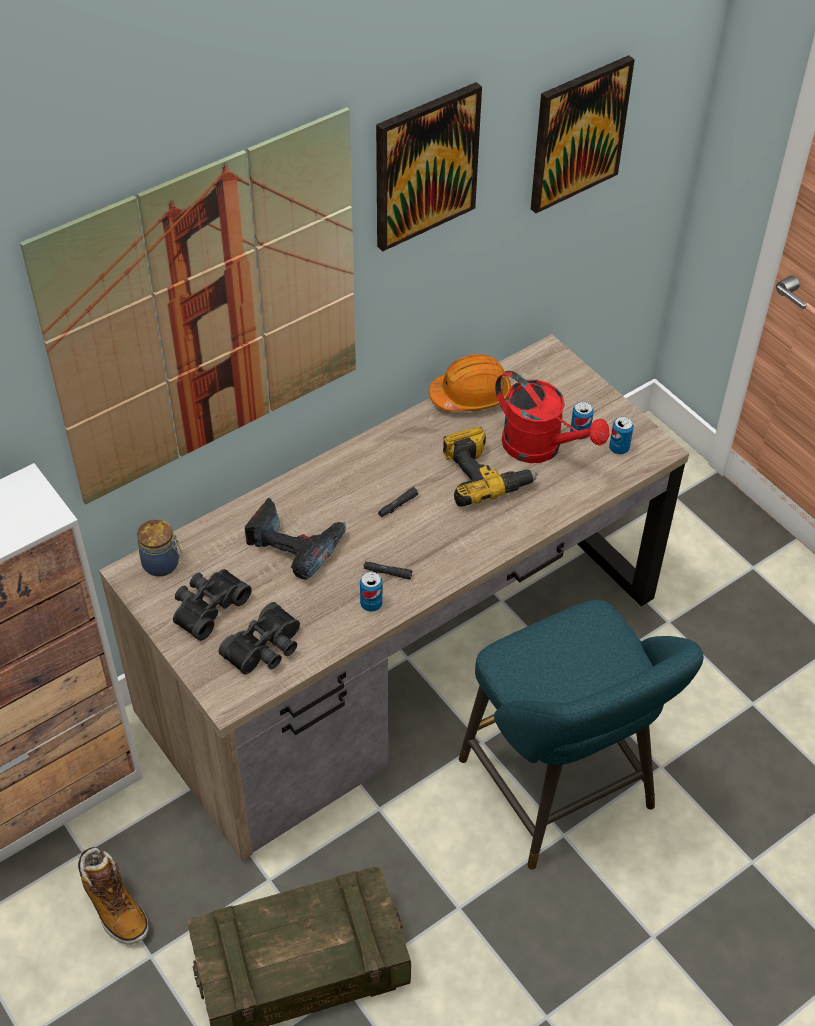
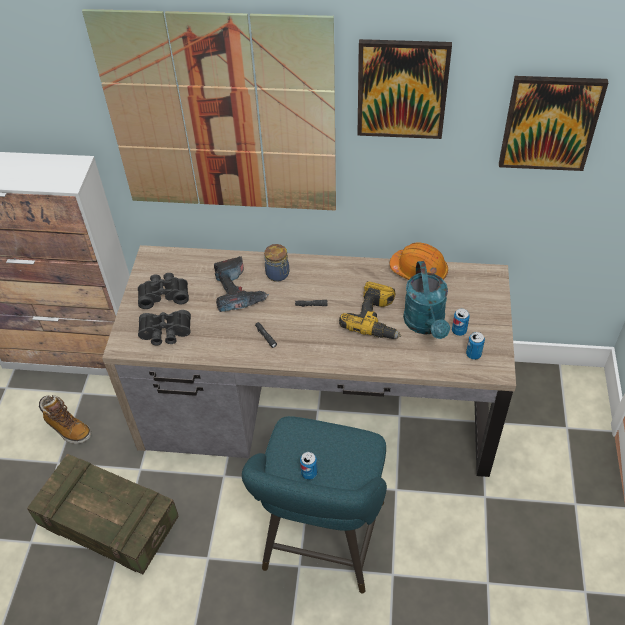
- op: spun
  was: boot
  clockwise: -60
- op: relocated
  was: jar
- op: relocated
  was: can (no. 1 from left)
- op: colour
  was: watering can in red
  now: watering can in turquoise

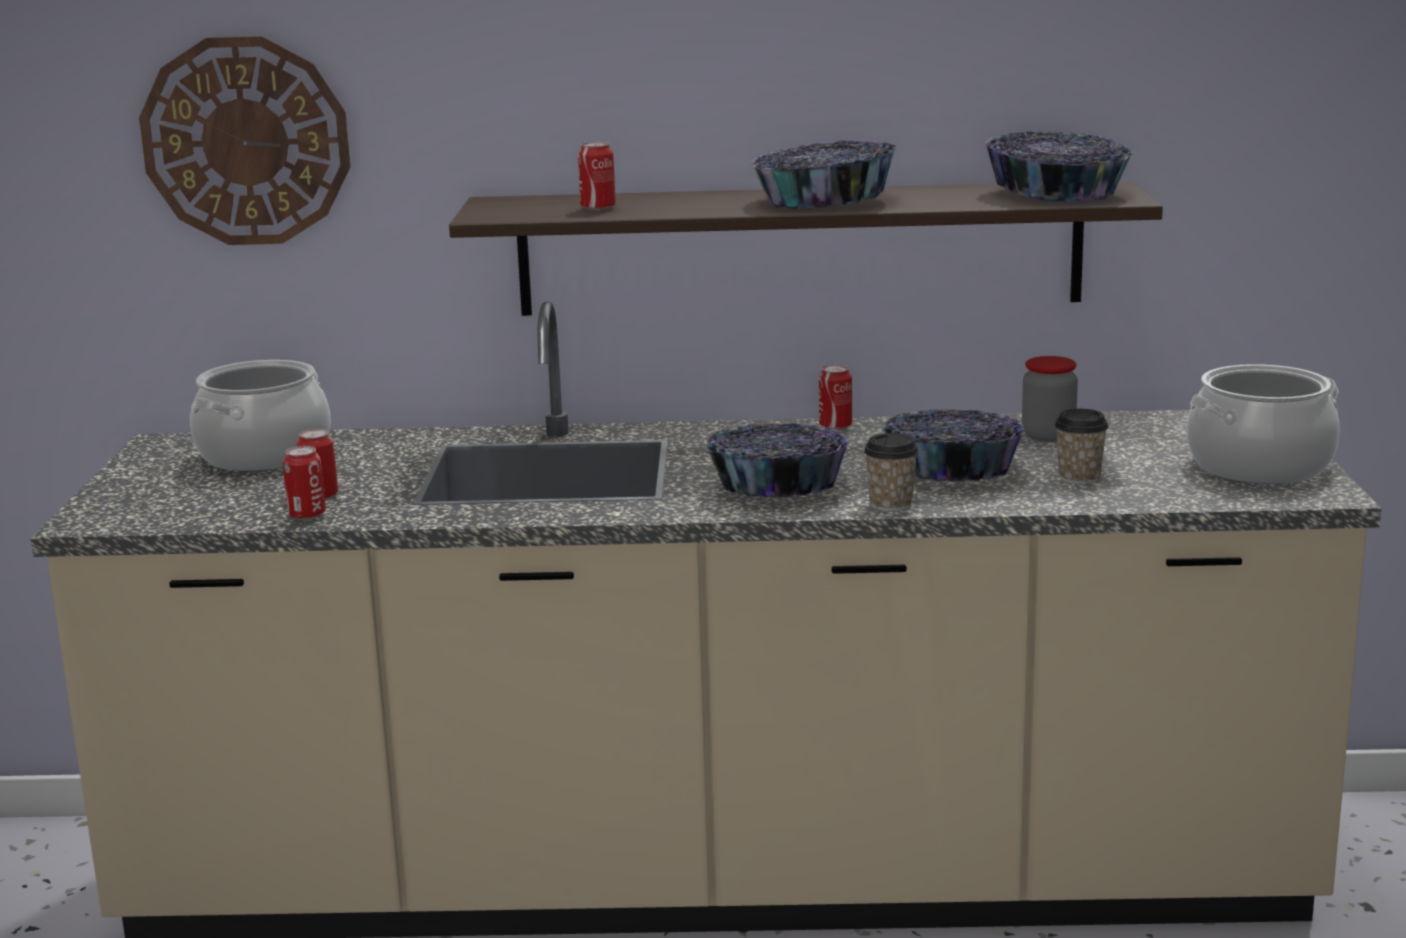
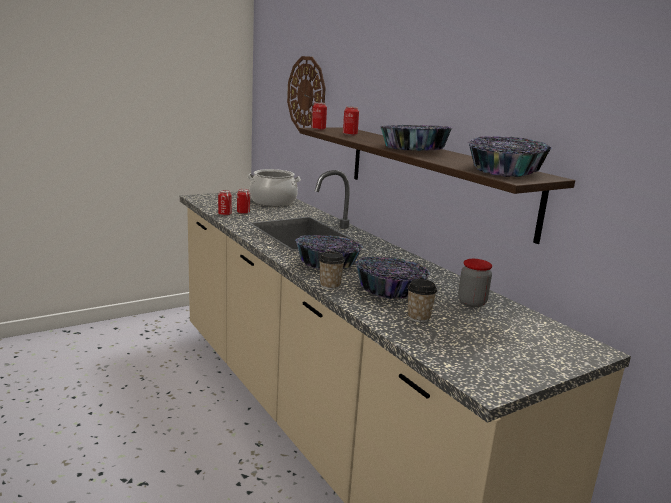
- op: relocated
  was: can (no. 4 from left in the first image)
  now: can (no. 3 from left)
- op: missing
  was: cooking pot (no. 2 from left)

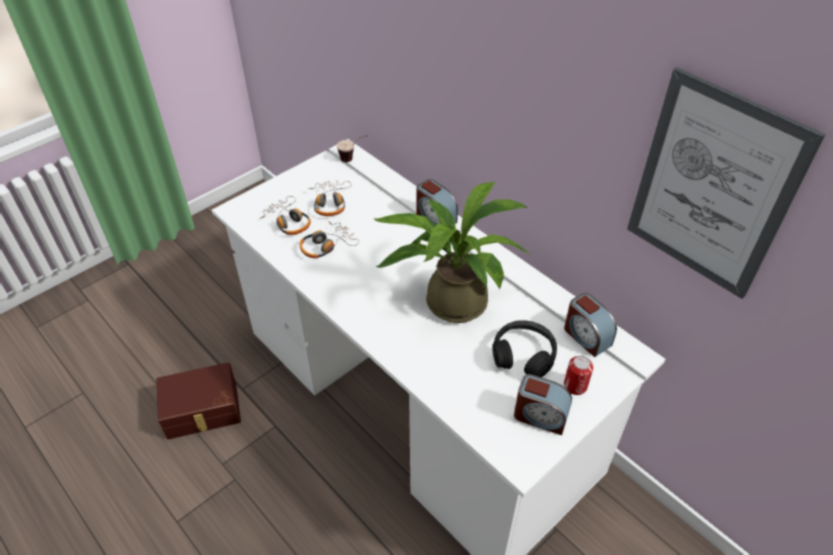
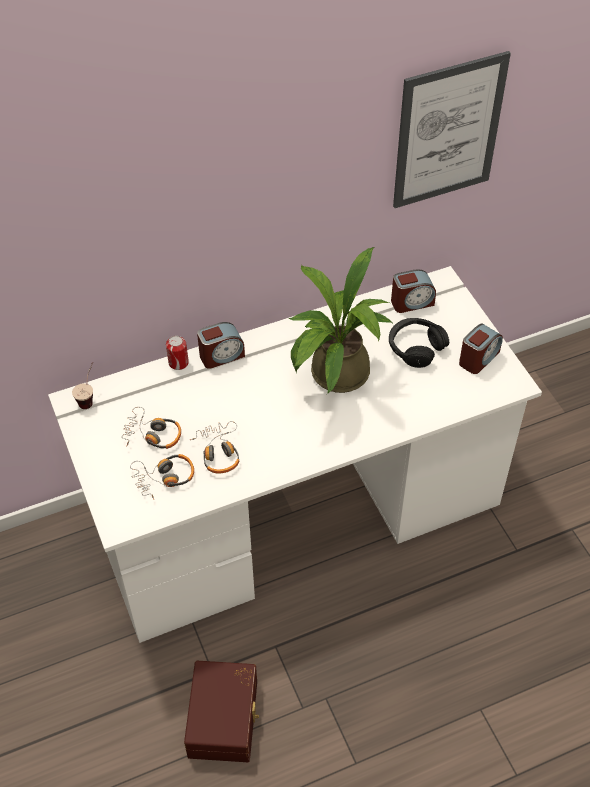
- op: relocated
  was: can

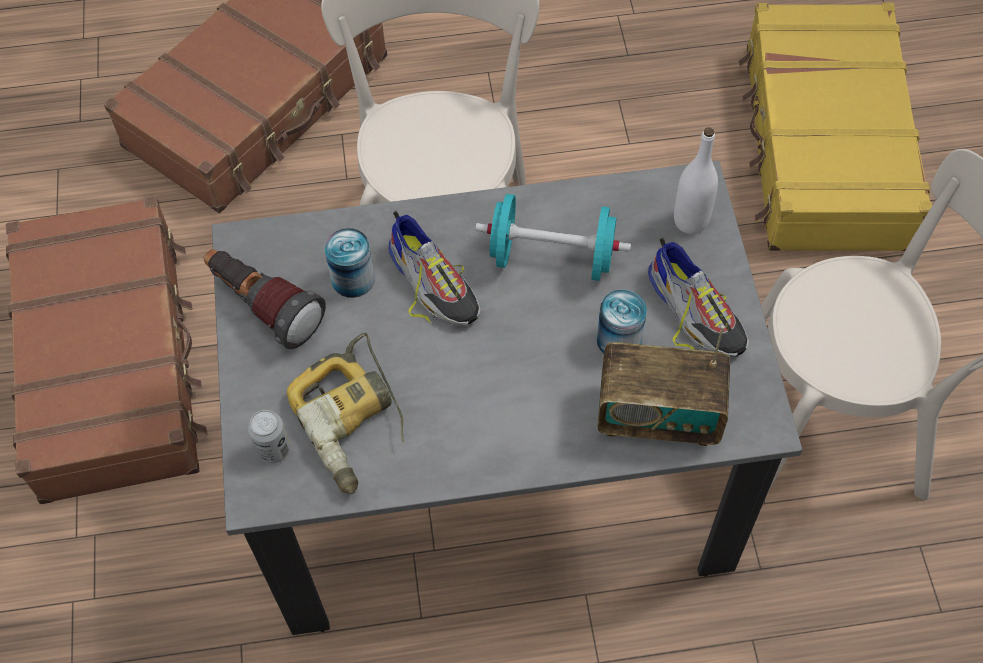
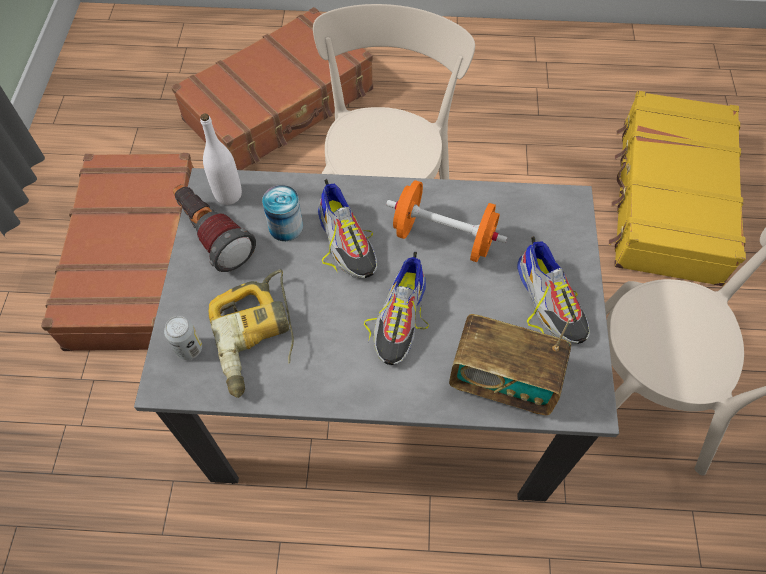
- op: colour
  was: dumbbell in turquoise
  now: dumbbell in orange
- op: missing
  was: can (no. 3 from left)
- op: relocated
  was: bottle in white
- op: appeared
  now: shoe (no. 2 from left)

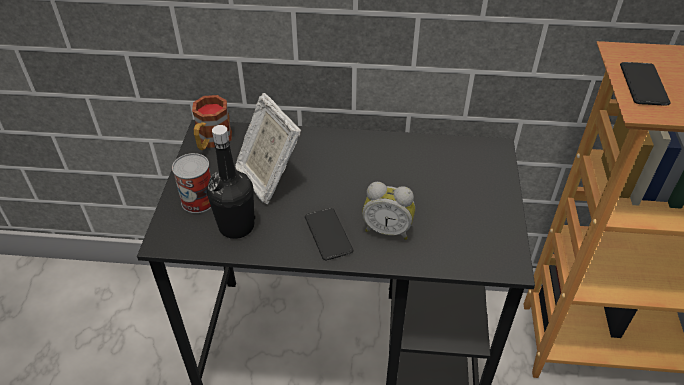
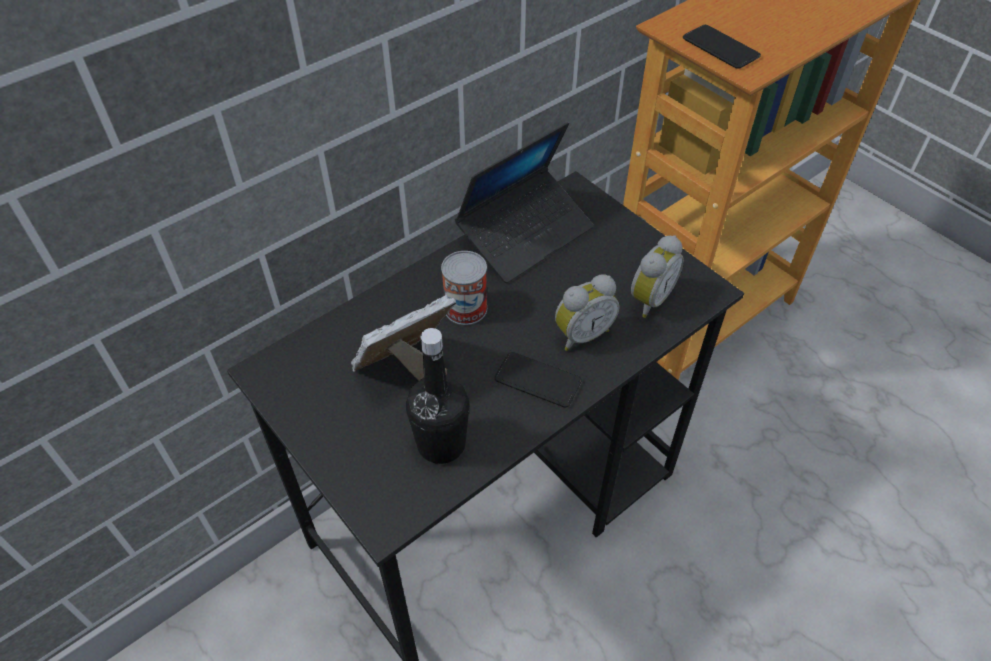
- op: relocated
  was: can
- op: missing
  was: mug
- op: spun
  was: picture frame
  clockwise: 135
- op: appeared
  now: laptop
- op: appeared
  now: alarm clock (no. 2 from left)

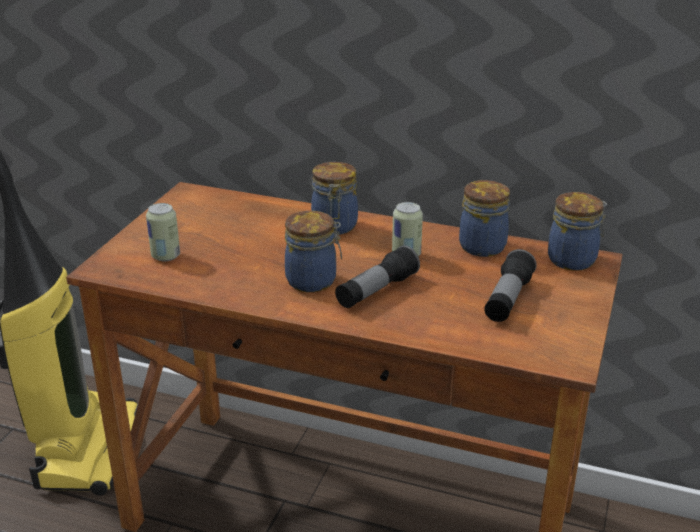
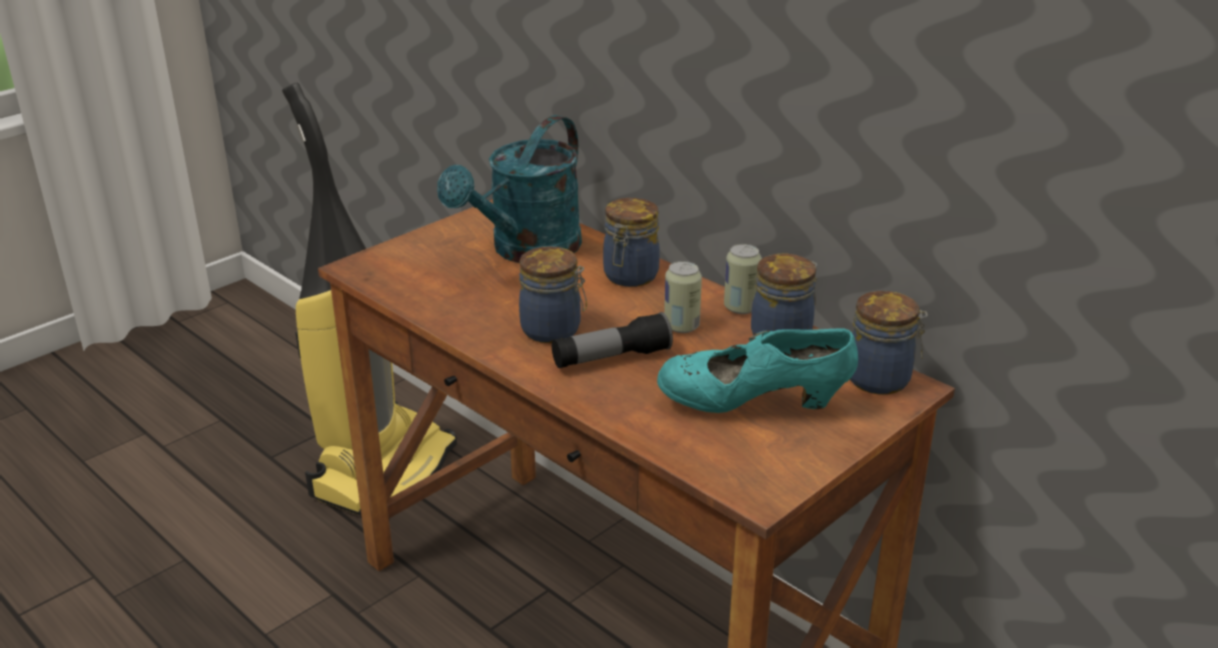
- op: relocated
  was: can (no. 1 from left in the first image)
  now: can (no. 2 from left)
- op: exchanged
  was: flashlight (no. 2 from left)
  now: shoe in turquoise
- op: appeared
  now: watering can in turquoise

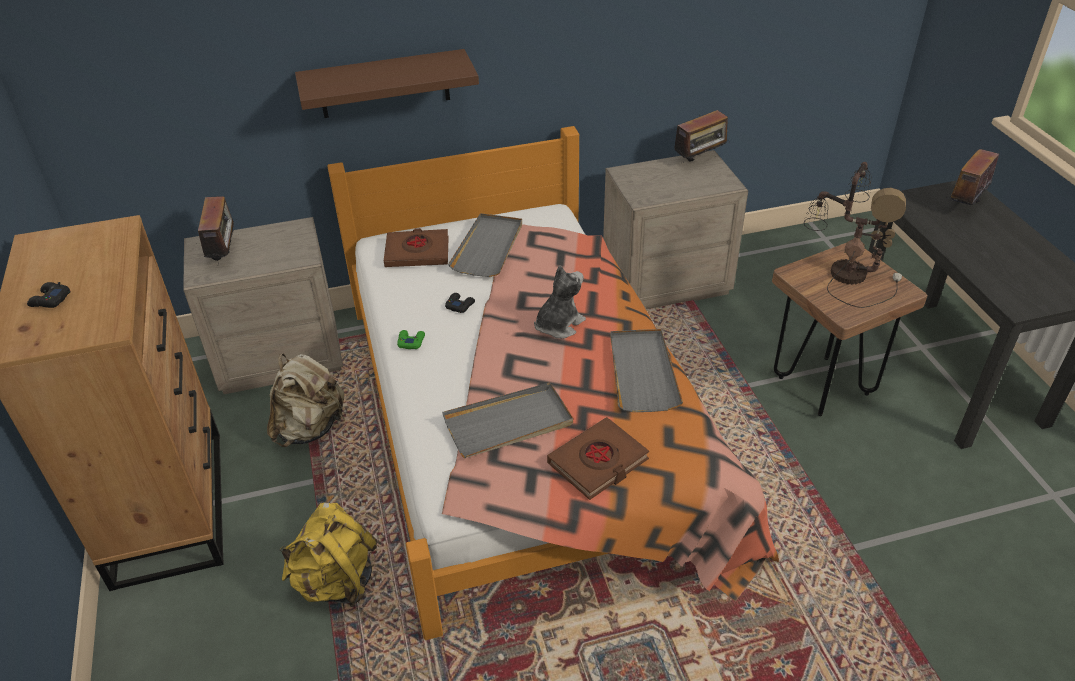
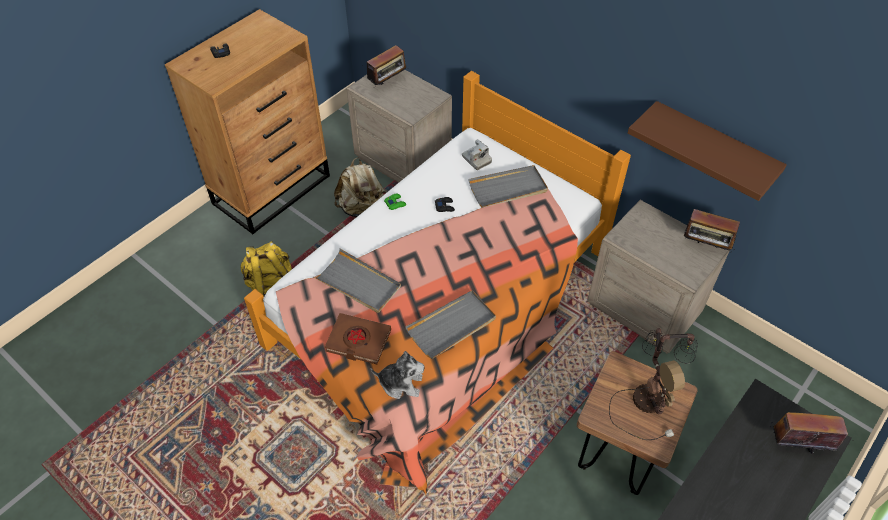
- op: relocated
  was: shelf in brown
- op: exchanged
  was: book in brown (no. 1 from left)
  now: photo camera
- op: relocated
  was: plush toy

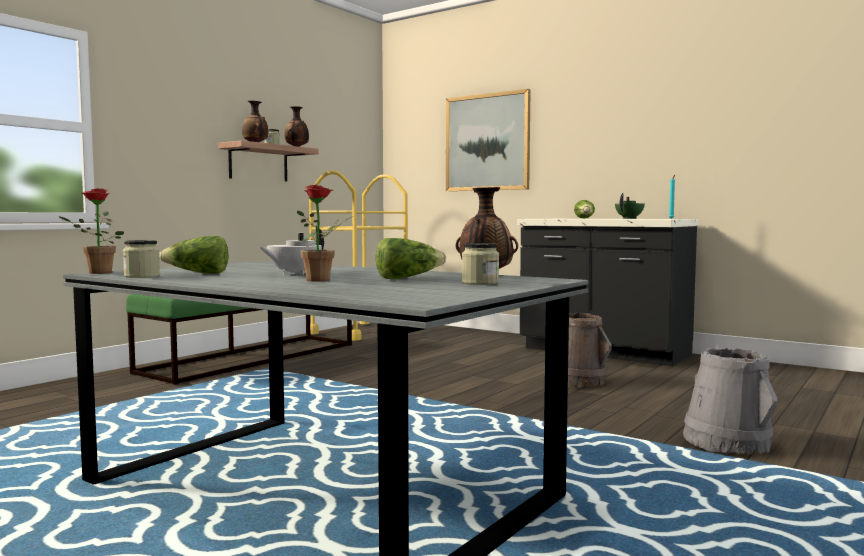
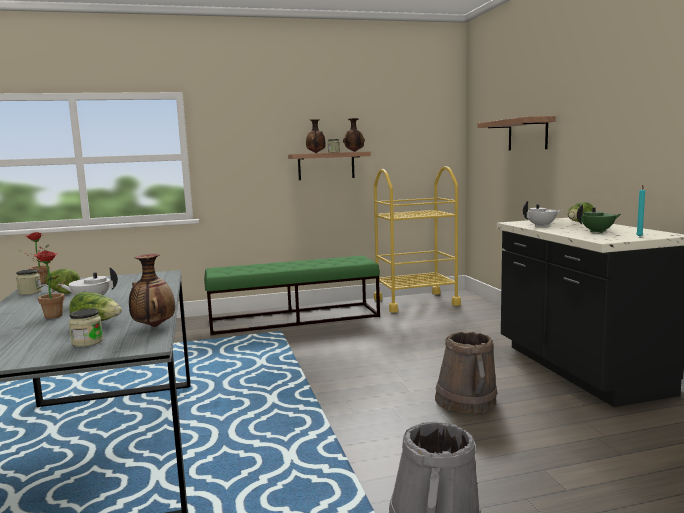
- op: exchanged
  was: picture
  now: shelf (no. 2 from left)
- op: appeared
  now: teapot in white (no. 2 from left)

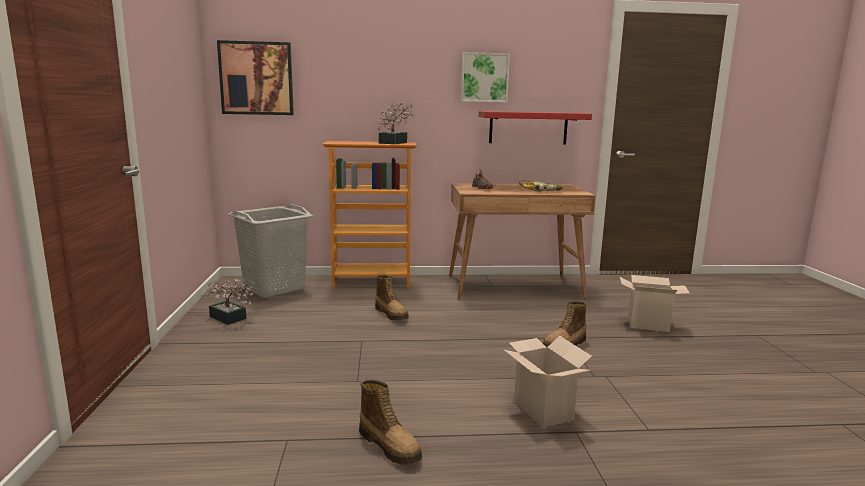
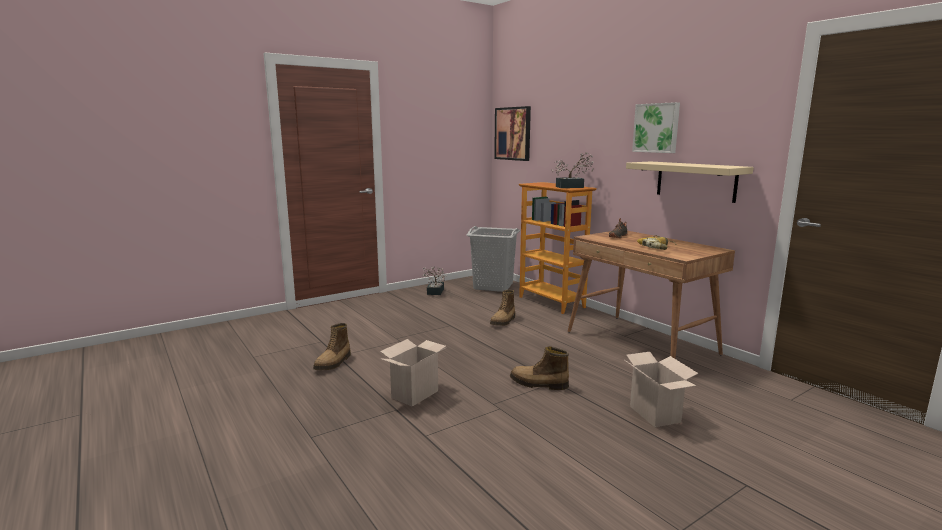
- op: colour
  was: shelf in red
  now: shelf in beige

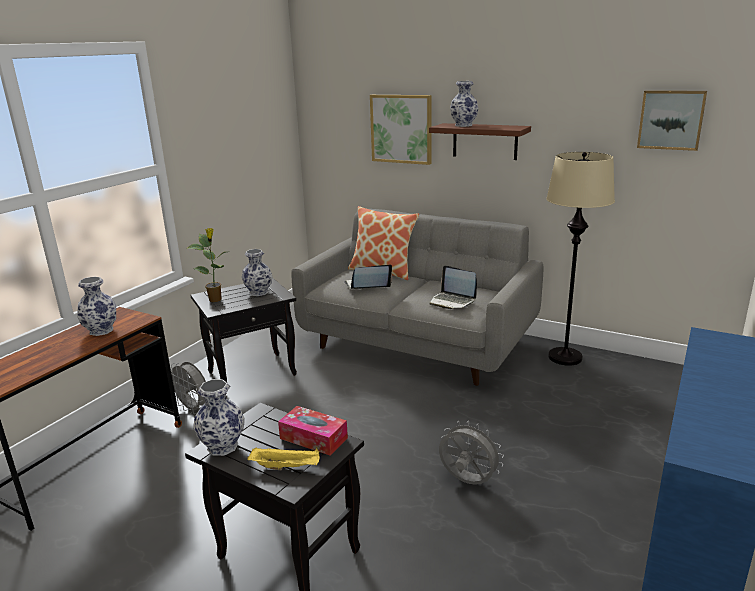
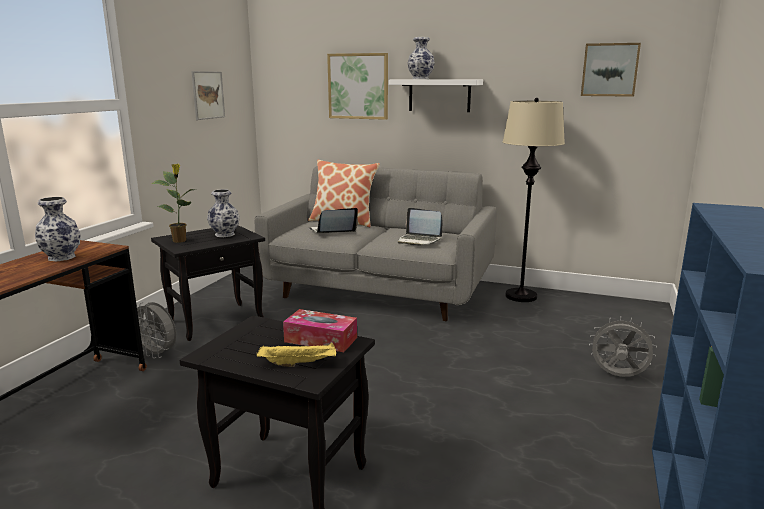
- op: missing
  was: vase (no. 2 from left)
- op: colour
  was: shelf in brown
  now: shelf in white
- op: relocated
  was: fan in grey (no. 2 from left)
- op: appeared
  now: picture (no. 1 from left)

